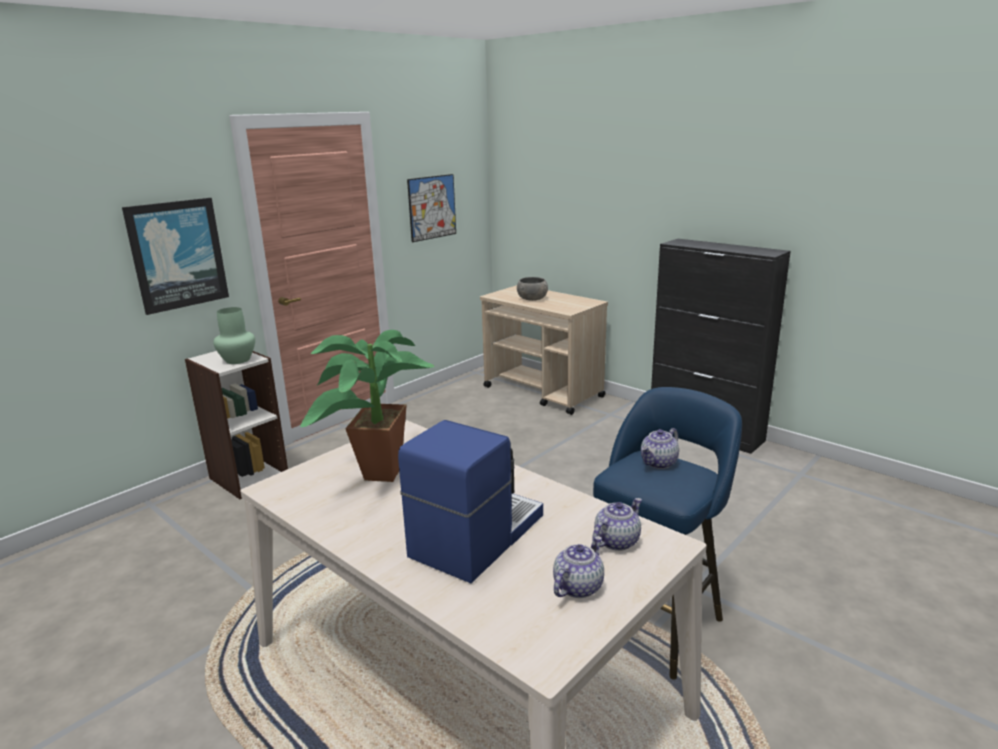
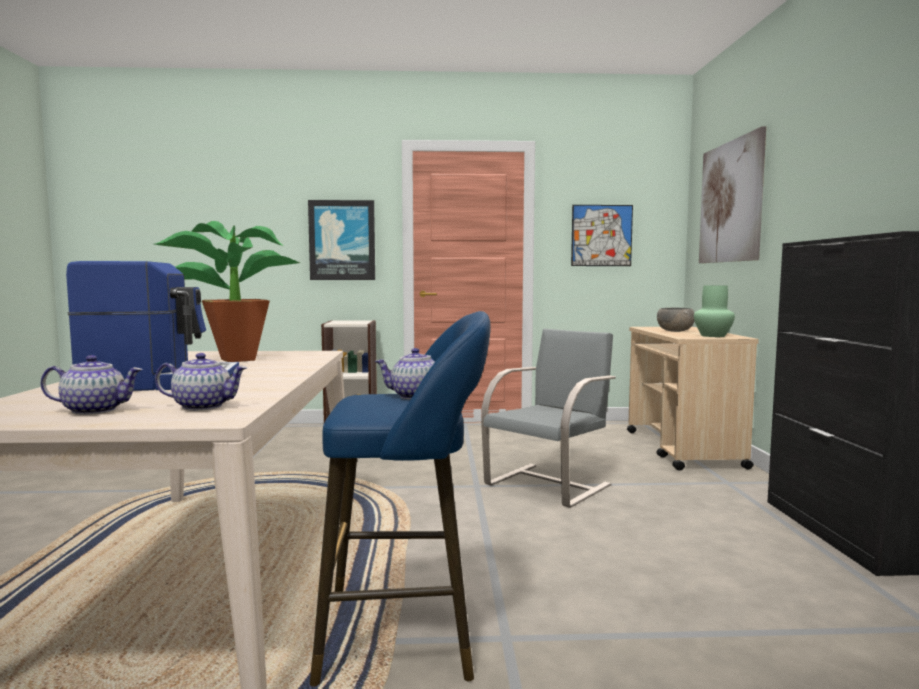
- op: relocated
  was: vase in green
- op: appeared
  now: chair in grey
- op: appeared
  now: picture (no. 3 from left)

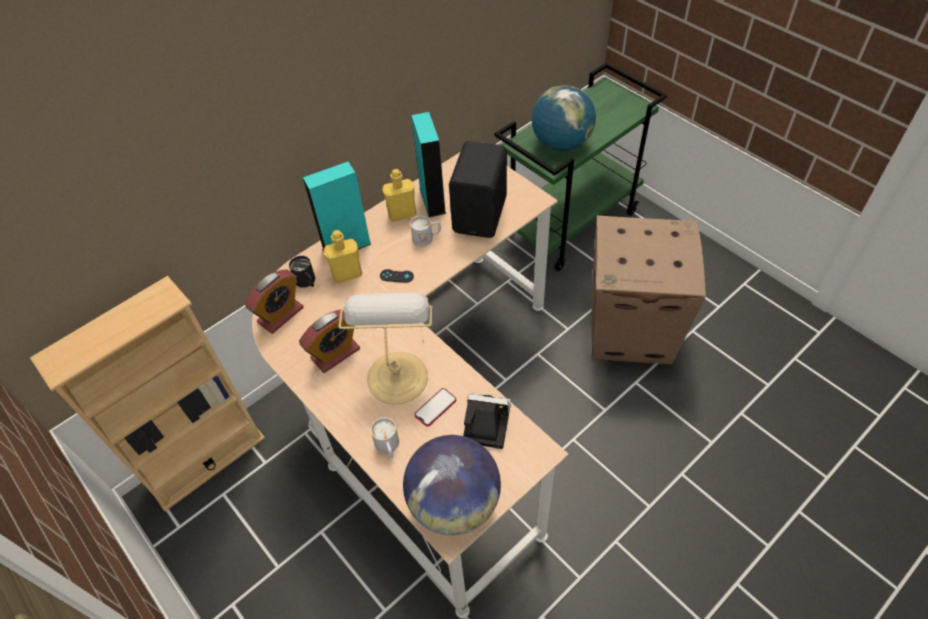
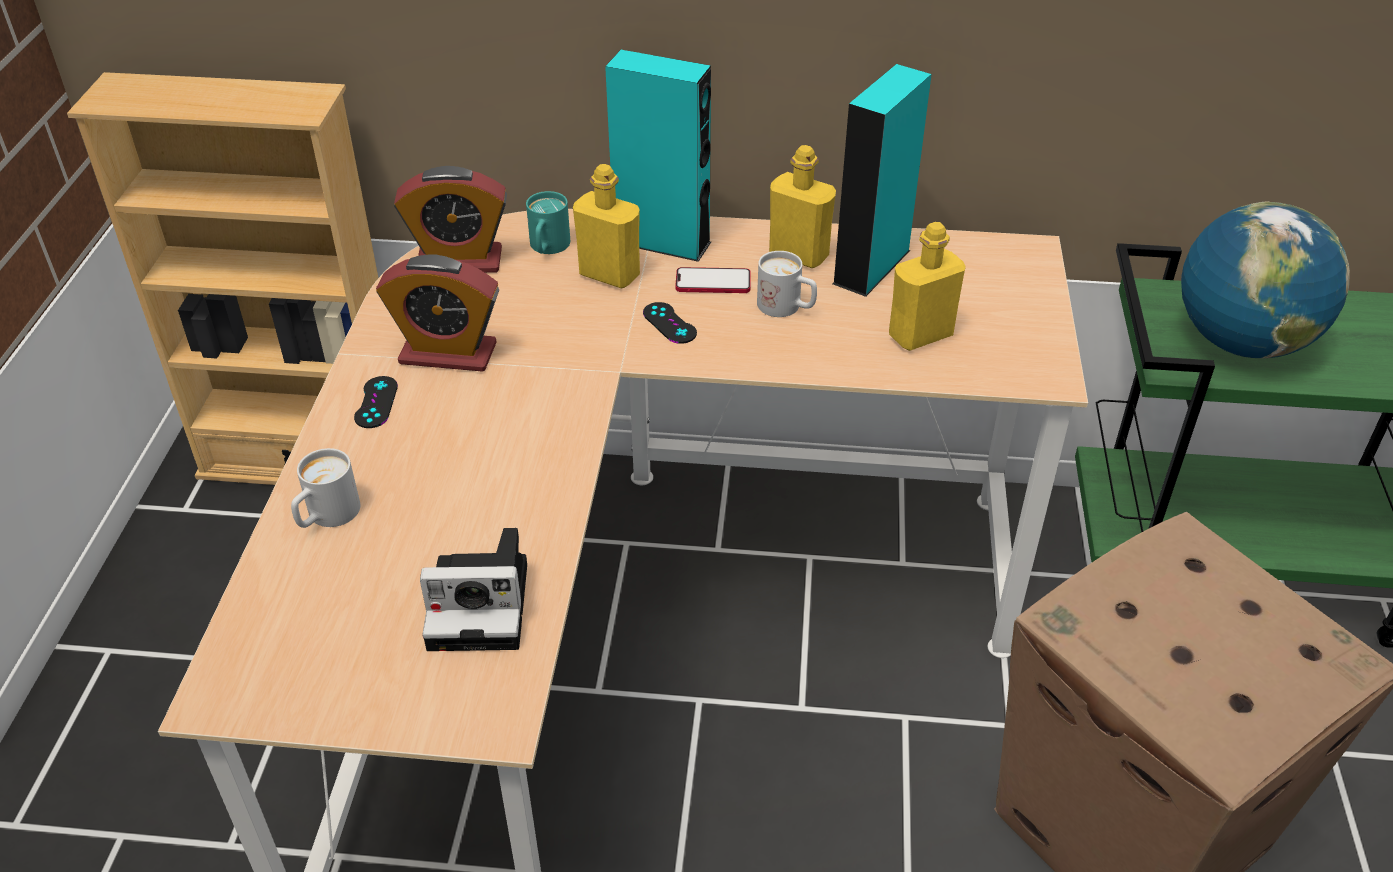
- op: colour
  was: mug in black
  now: mug in turquoise
- op: missing
  was: table lamp
- op: missing
  was: globe (no. 1 from left)
- op: relocated
  was: phone
- op: exchanged
  was: speaker in black
  now: bottle in yellow (no. 3 from left)
- op: spun
  was: photo camera
  clockwise: 120
- op: appeared
  now: game controller in black (no. 1 from left)

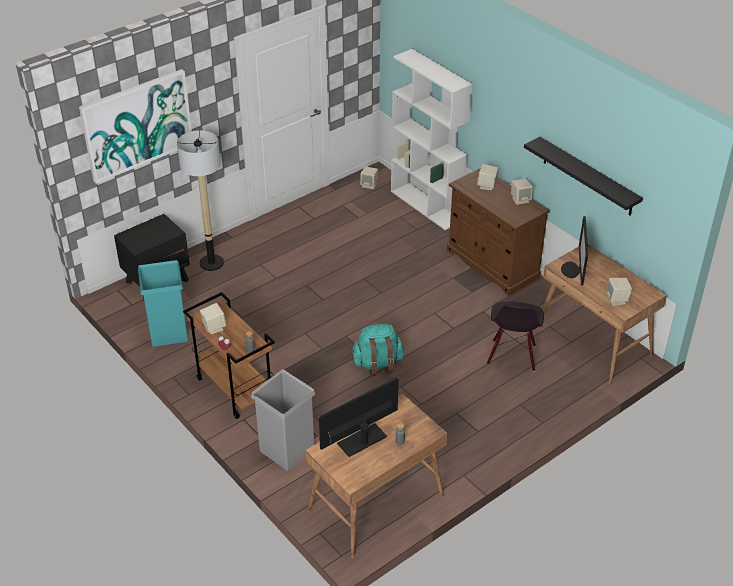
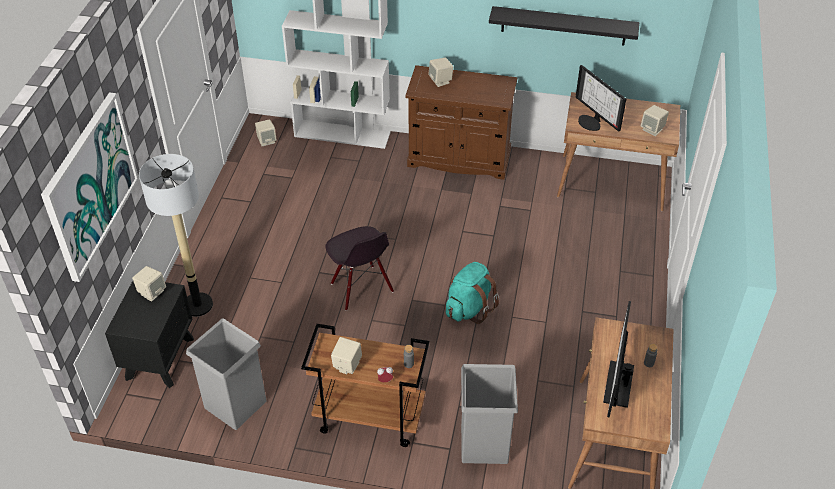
- op: colour
  was: trash can in turquoise
  now: trash can in grey (no. 1 from left)
- op: relocated
  was: chair in black
- op: relocated
  was: speaker in beige (no. 4 from left in the first image)
  now: speaker in beige (no. 1 from left)

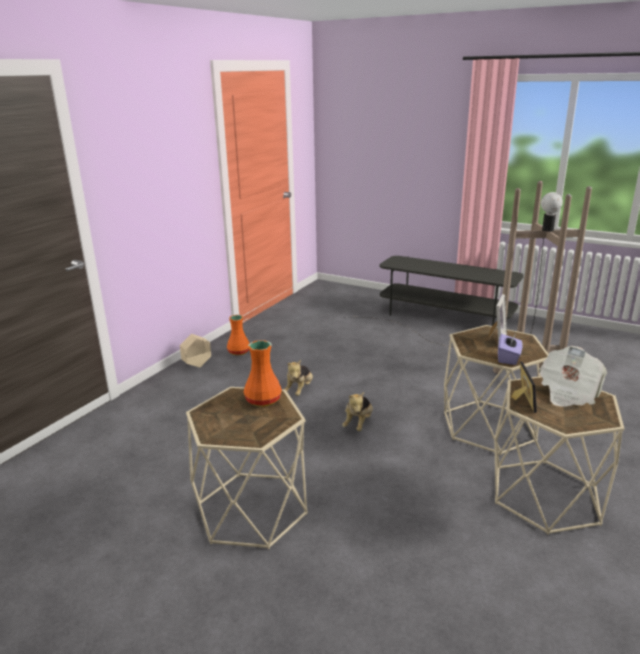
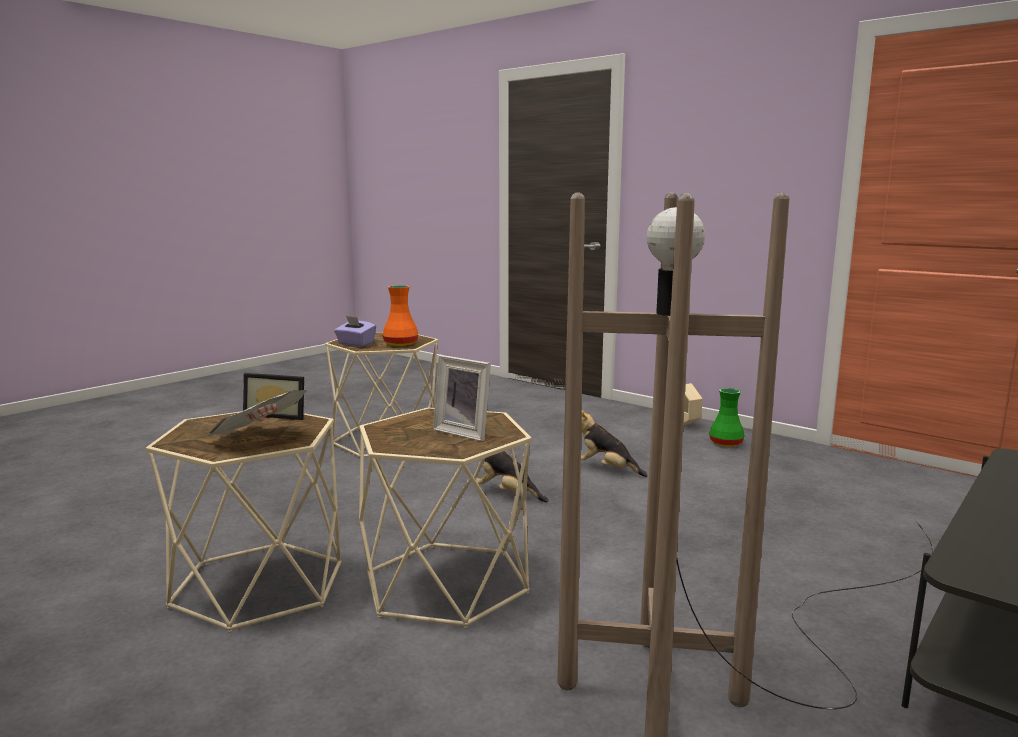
- op: colour
  was: vase in orange (no. 1 from left)
  now: vase in green
- op: relocated
  was: tissue box in purple

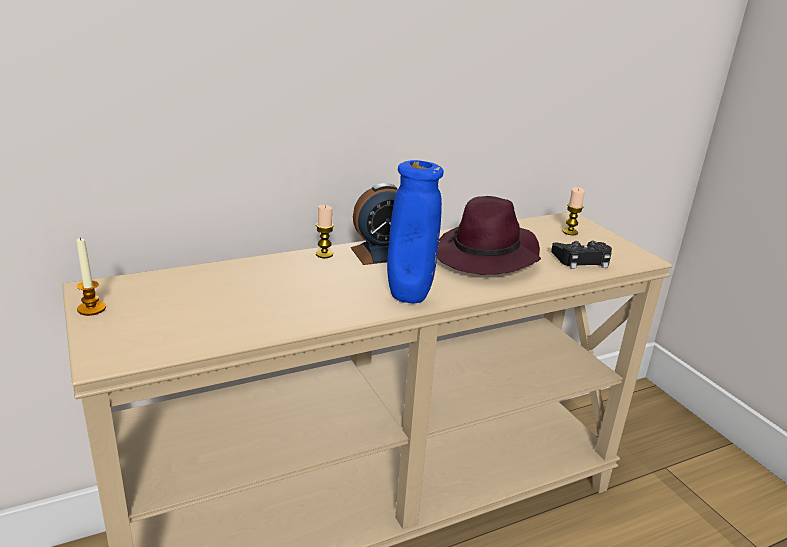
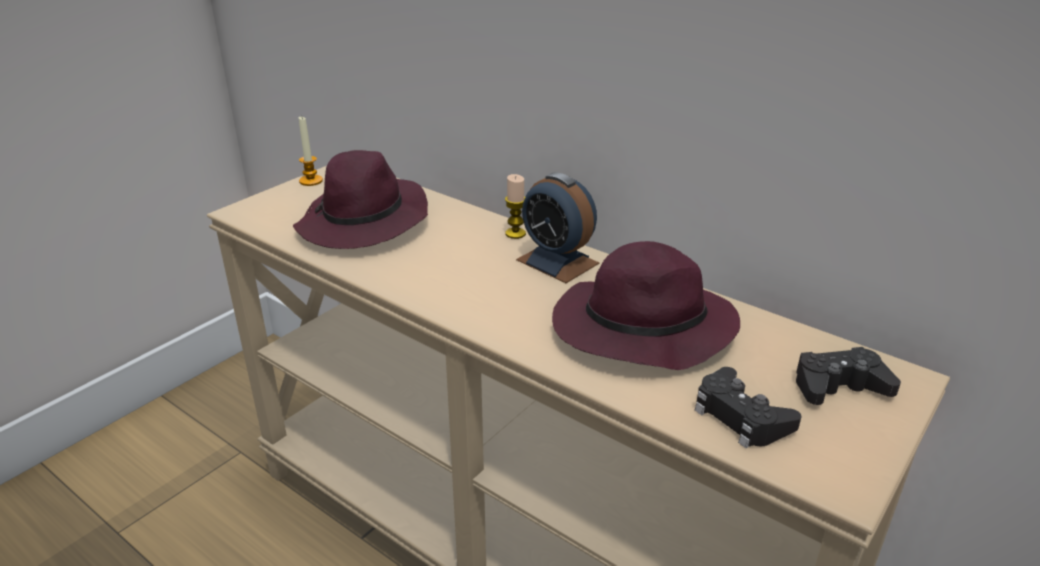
- op: missing
  was: vase in blue
- op: exchanged
  was: candle (no. 3 from left)
  now: game controller in black (no. 2 from left)
- op: appeared
  now: hat in purple (no. 1 from left)

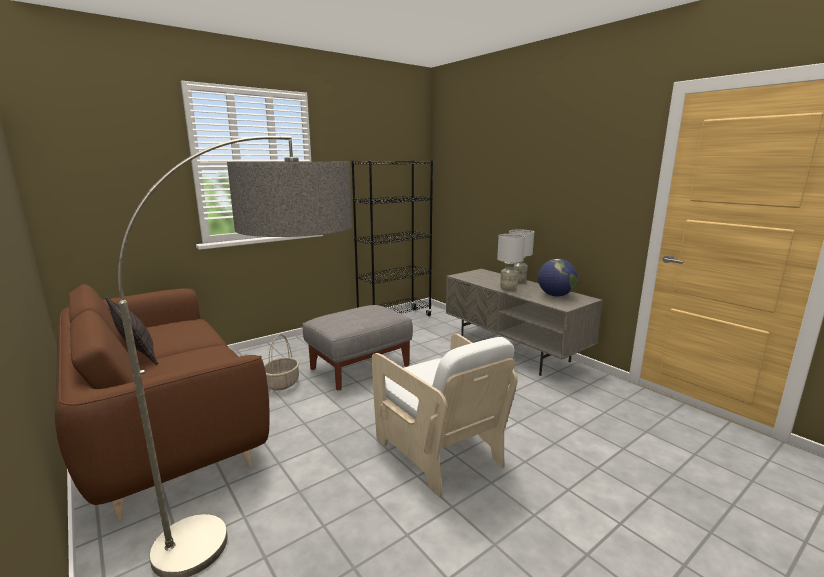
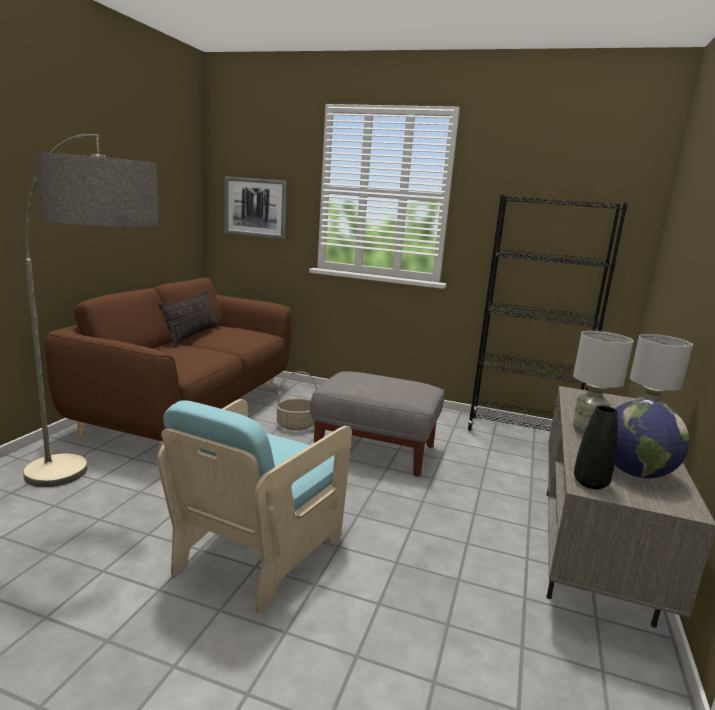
- op: colour
  was: armchair in white
  now: armchair in turquoise
- op: appeared
  now: picture
- op: appeared
  now: vase in black

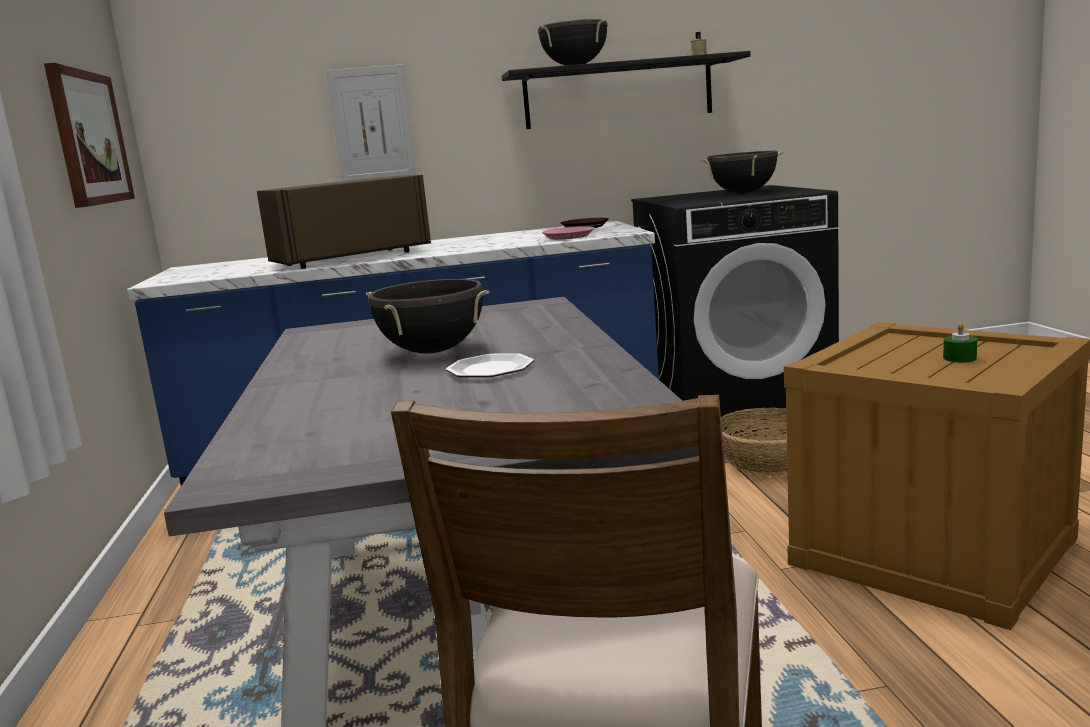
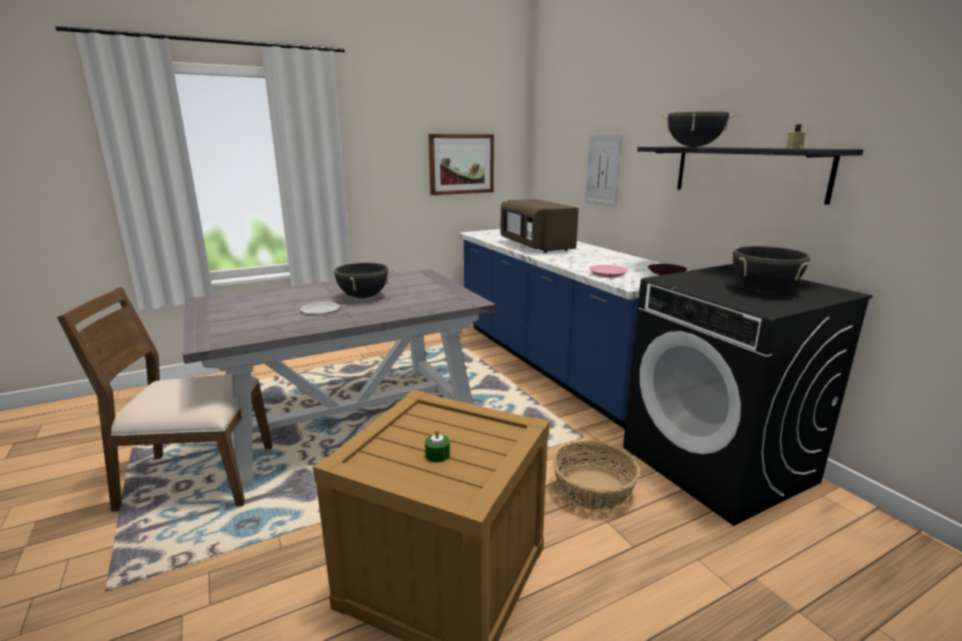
- op: spun
  was: microwave in brown
  clockwise: -150

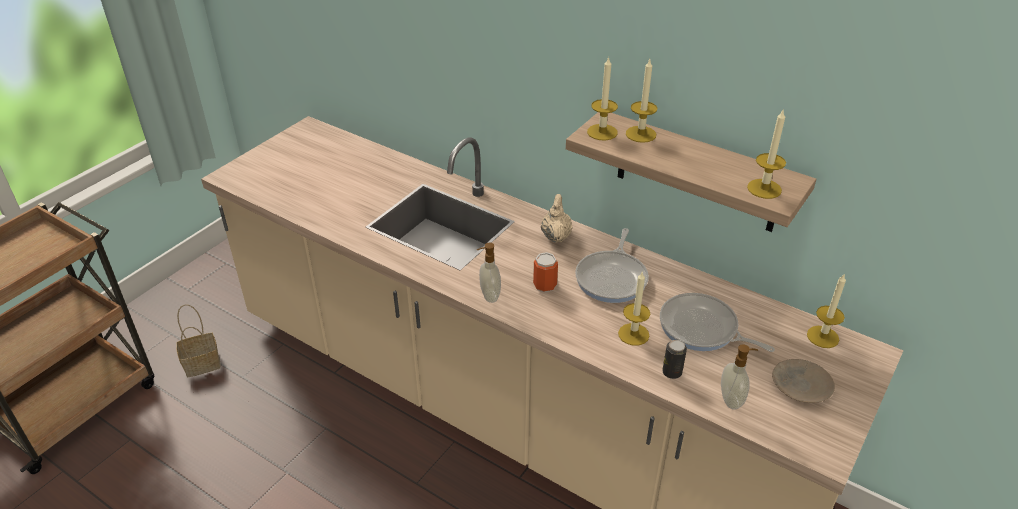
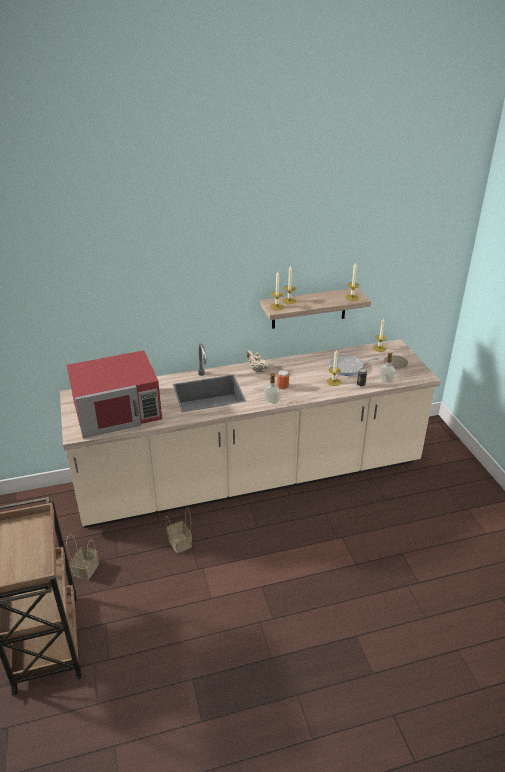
- op: missing
  was: frying pan (no. 1 from left)
- op: appeared
  now: microwave in red
- op: appeared
  now: basket (no. 2 from left)

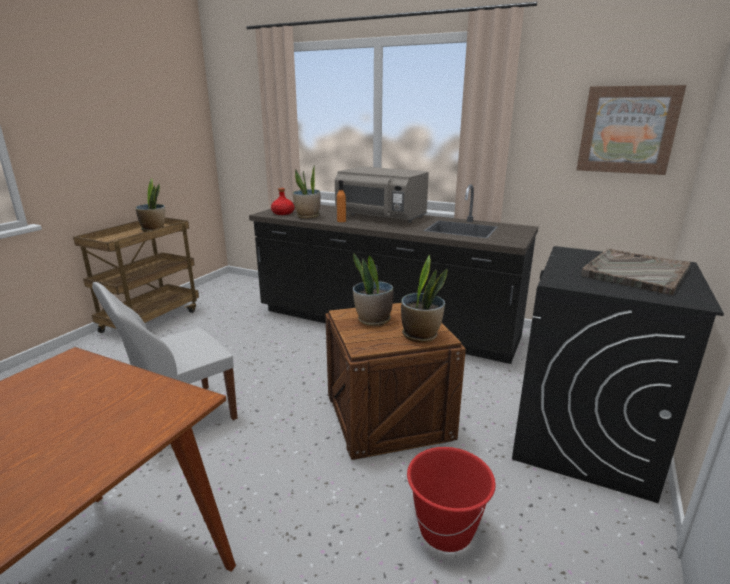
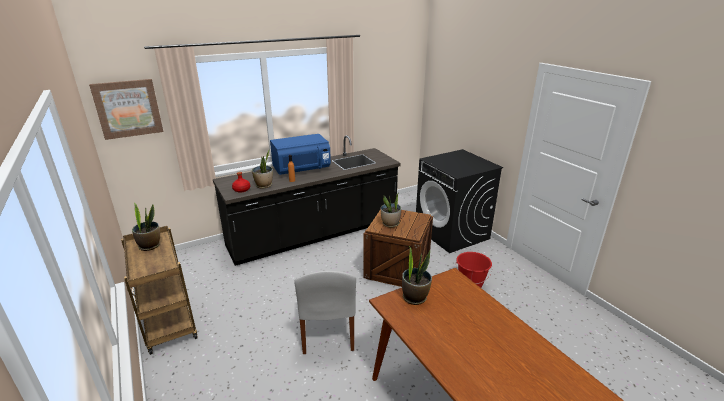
- op: colour
  was: microwave in grey
  now: microwave in blue
- op: relocated
  was: potted plant (no. 4 from left)
- op: relocated
  was: picture
- op: missing
  was: tray in grey

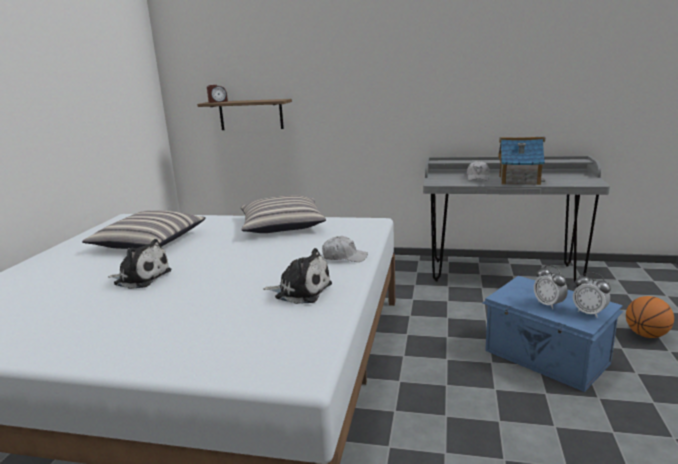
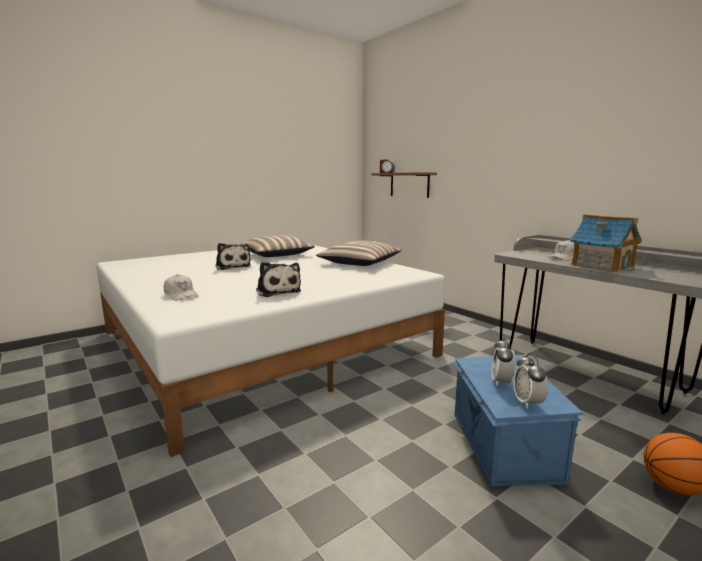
- op: relocated
  was: cap in white (no. 1 from left)

